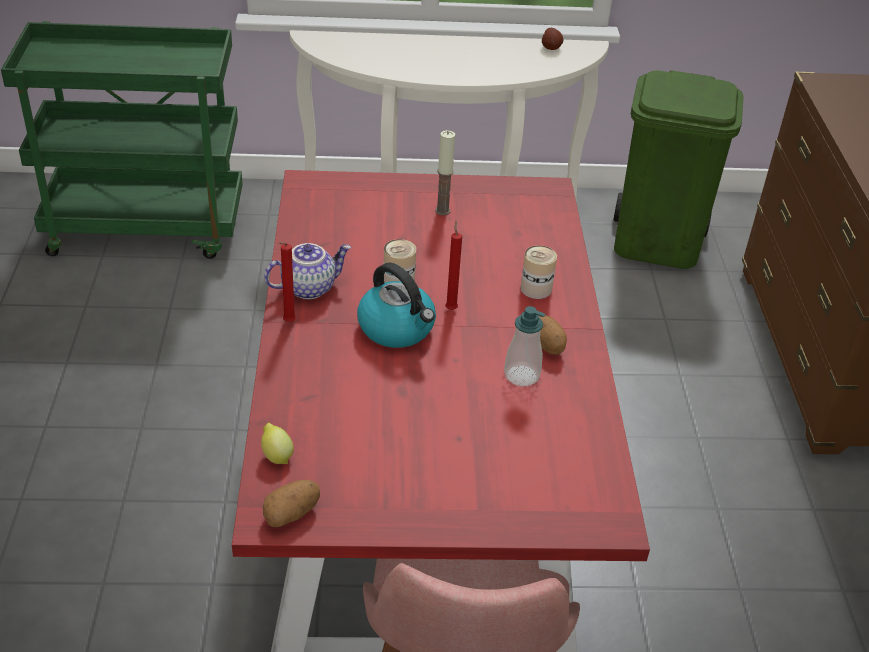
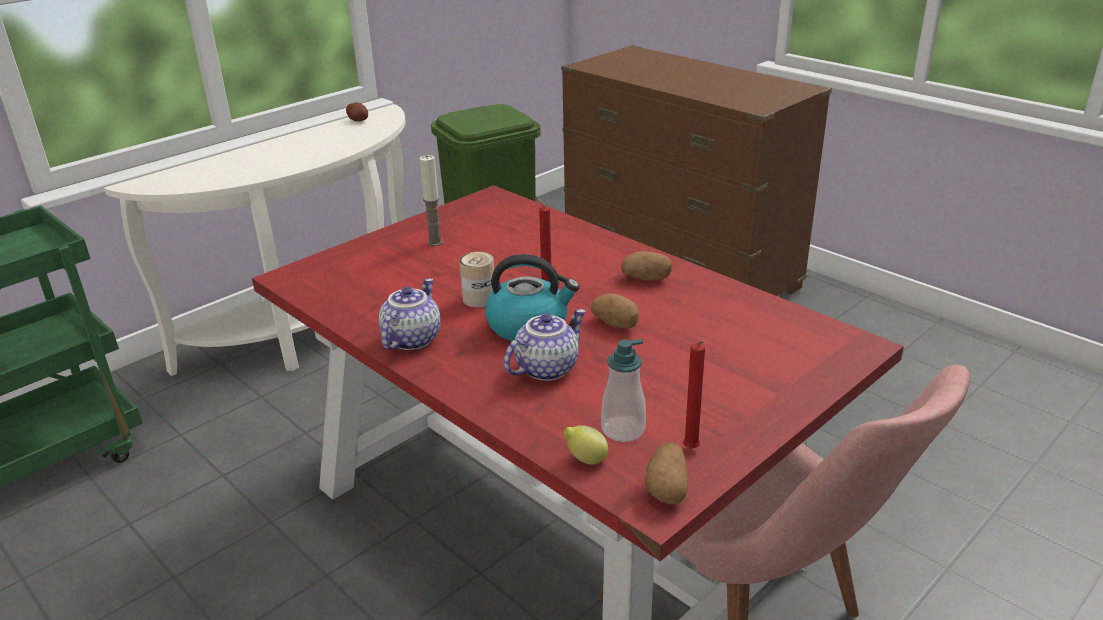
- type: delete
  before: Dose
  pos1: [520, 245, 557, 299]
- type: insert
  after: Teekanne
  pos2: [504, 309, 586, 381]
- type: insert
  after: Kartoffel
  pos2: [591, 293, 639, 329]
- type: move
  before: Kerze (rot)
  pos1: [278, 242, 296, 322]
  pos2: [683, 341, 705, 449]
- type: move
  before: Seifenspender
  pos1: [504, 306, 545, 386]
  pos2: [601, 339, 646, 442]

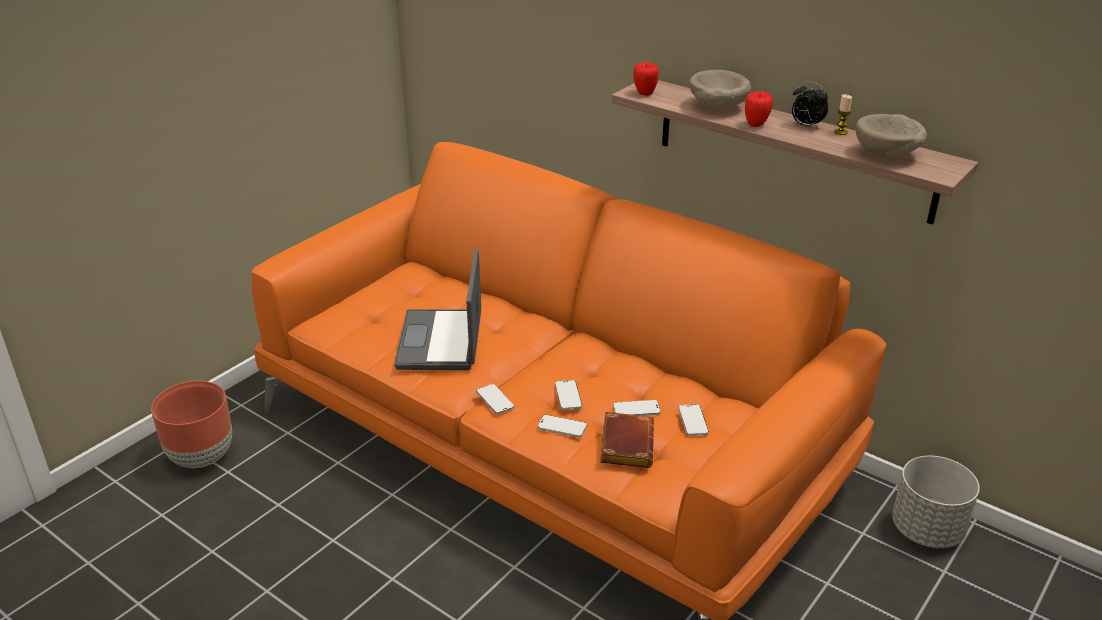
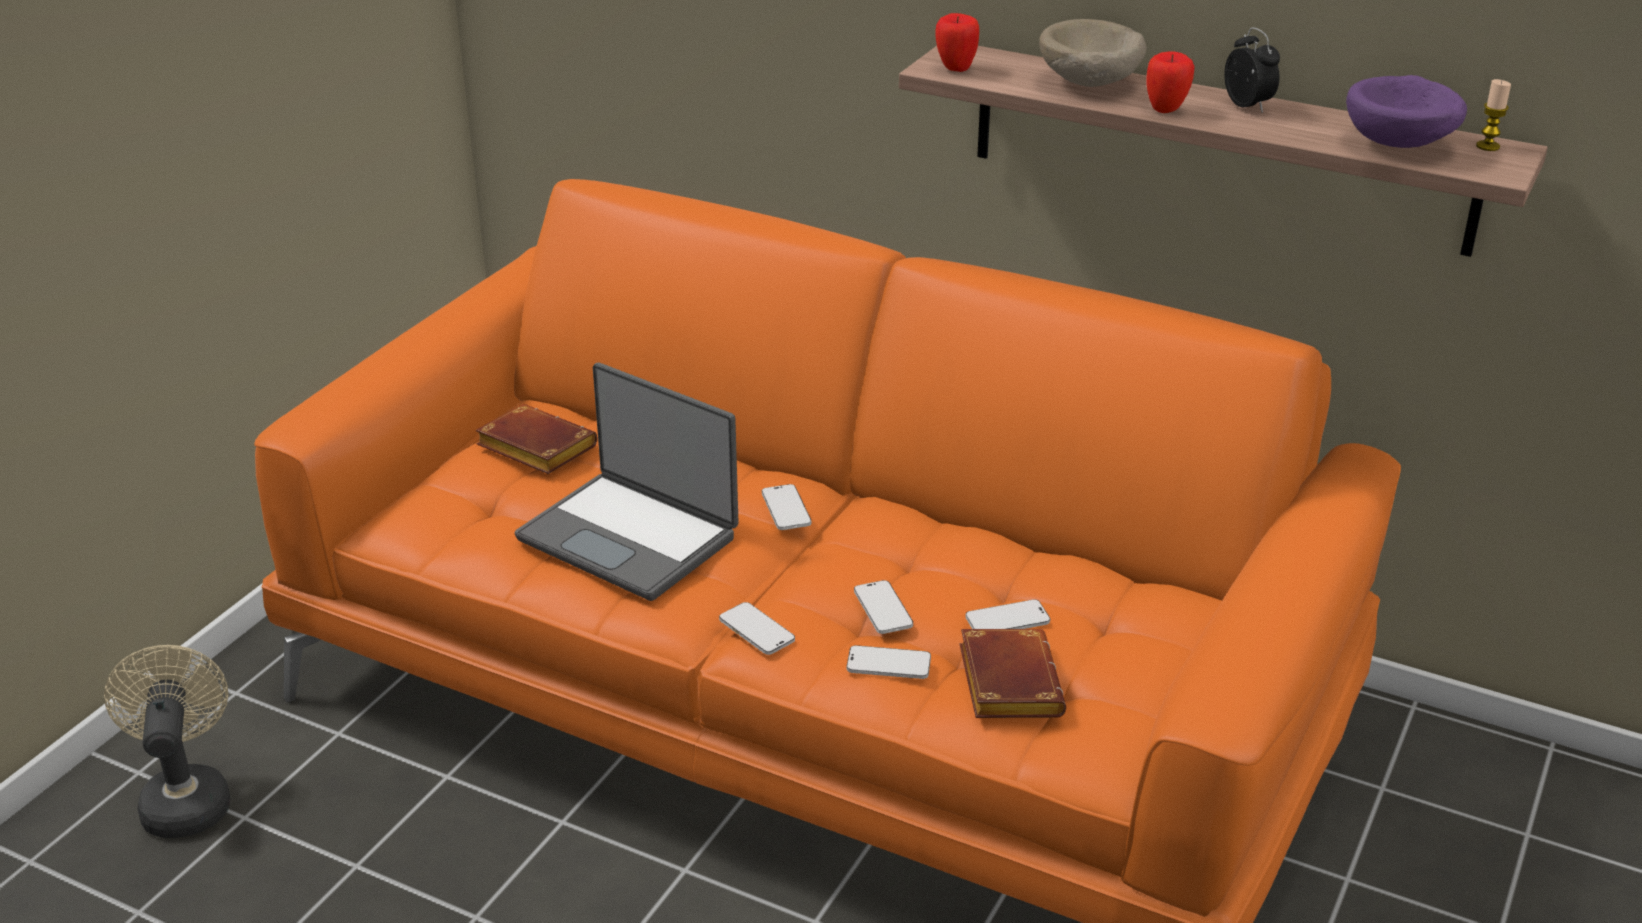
- type: delete
  before: Pflanzkübel (grau)
  pos1: [892, 456, 980, 548]
- type: insert
  after: Buch (braun)
  pos2: [476, 404, 597, 474]
- type: move
  before: Handy
  pos1: [678, 404, 709, 436]
  pos2: [762, 484, 811, 530]
- type: move
  before: Kerze
  pos1: [834, 94, 852, 135]
  pos2: [1476, 79, 1511, 151]
- type: replace
  before: Pflanzkübel (braun)
  after: Ventilator (beige)
  pos1: [151, 381, 232, 468]
  pos2: [104, 645, 230, 838]
- type: recolor
  before: Schüssel (beige)
  after: Schüssel (lila)
  pos1: [855, 114, 927, 157]
  pos2: [1346, 75, 1467, 148]
- type: rotate
  before: Laptop
  pos1: [394, 249, 481, 370]
  pos2: [515, 363, 739, 601]
  turn: -45
- type: rotate
  before: Wecker
  pos1: [792, 82, 828, 129]
  pos2: [1224, 27, 1280, 113]
  turn: -135

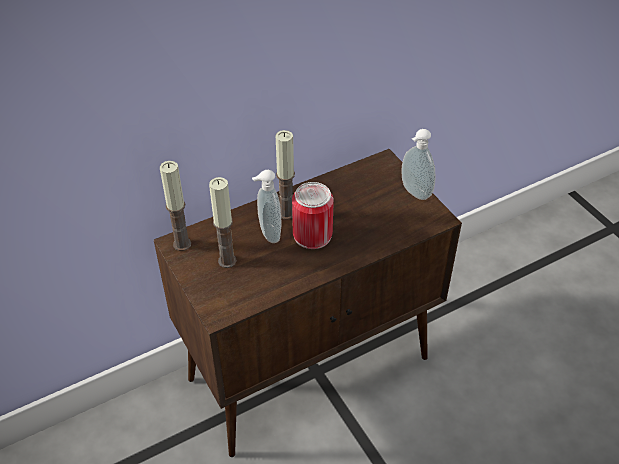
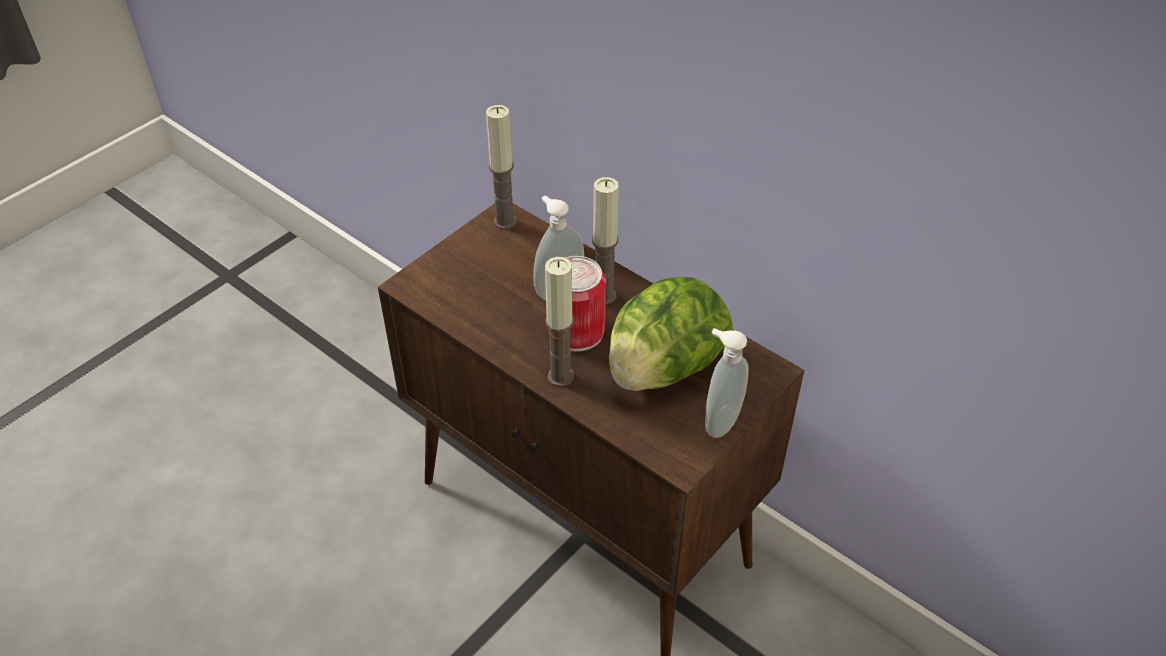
- type: insert
  after: Salatkopf
  pos2: [609, 277, 733, 391]
- type: move
  before: Kerze
  pos1: [209, 177, 237, 268]
  pos2: [545, 257, 574, 387]

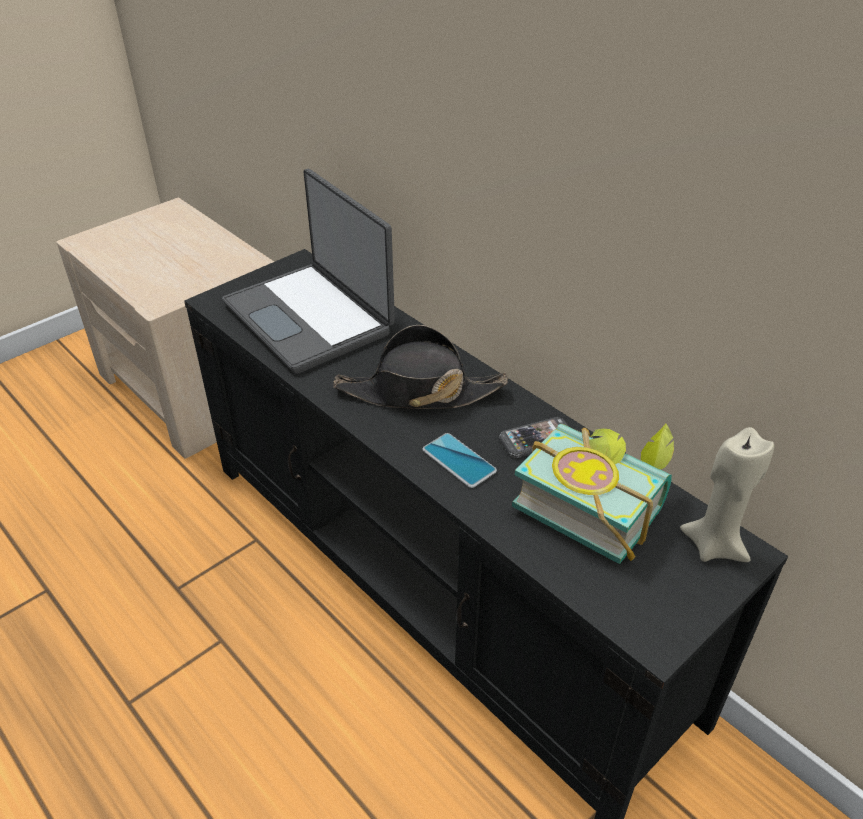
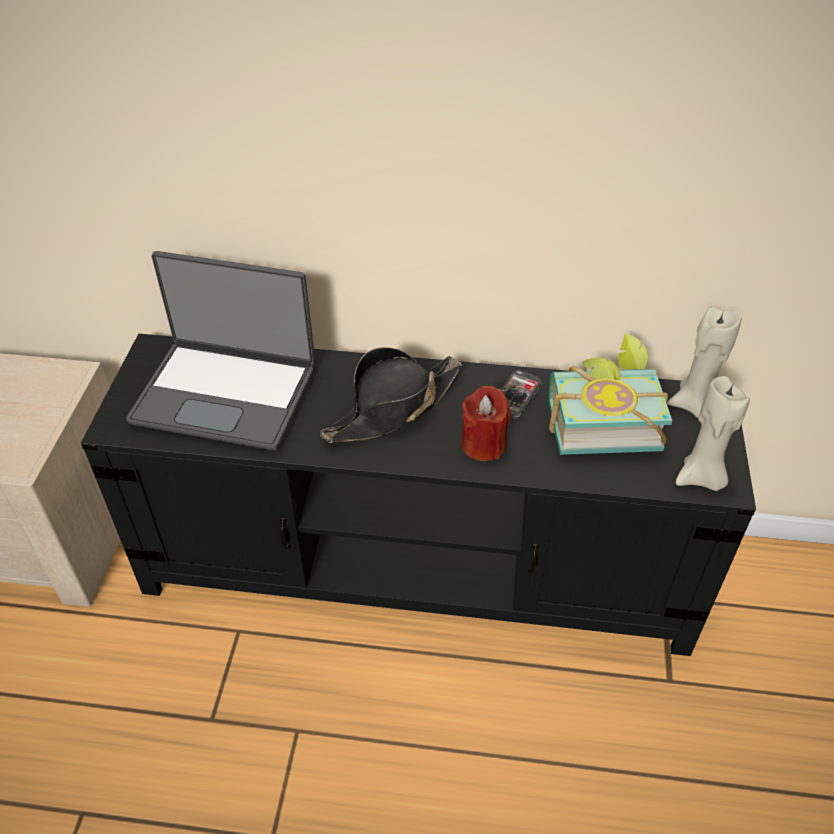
- type: insert
  after: Kerze (beige)
  pos2: [676, 376, 750, 491]
- type: replace
  before: Handy
  after: Kerze (rot)
  pos1: [423, 433, 497, 488]
  pos2: [461, 386, 511, 461]

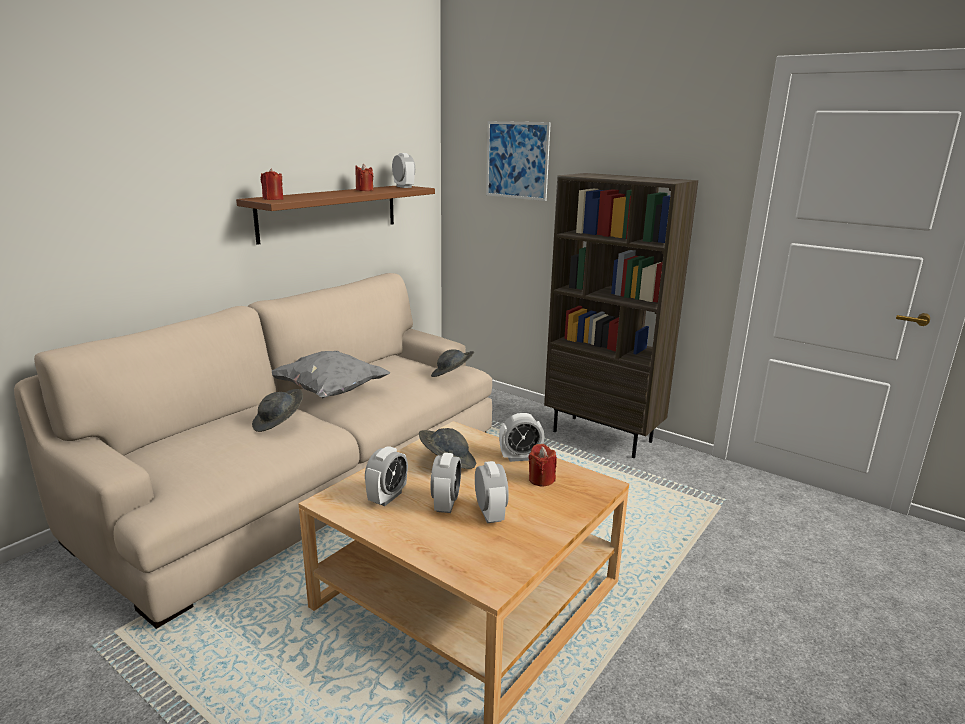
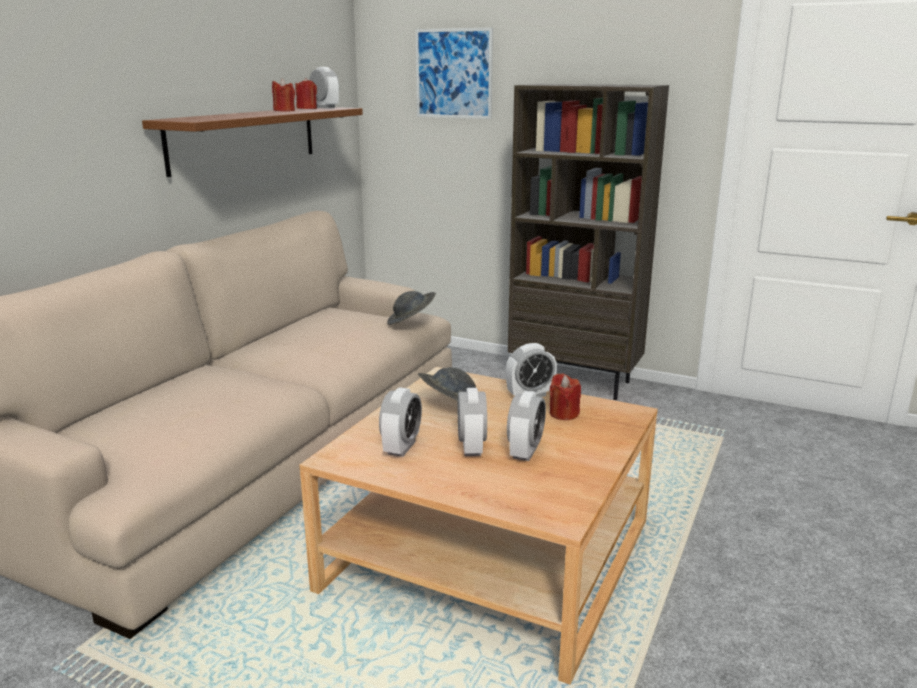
- type: delete
  before: Hut (grau)
  pos1: [252, 389, 303, 432]
- type: delete
  before: Kissen (grau)
  pos1: [272, 351, 391, 399]
- type: move
  before: Kerze (rot)
  pos1: [261, 169, 283, 200]
  pos2: [295, 78, 317, 109]
- type: rotate
  before: Wecker
  pos1: [475, 461, 509, 523]
  pos2: [507, 391, 546, 461]
  turn: 45

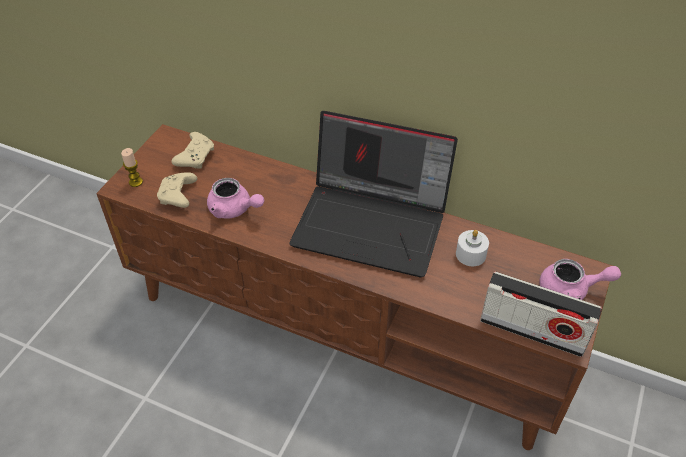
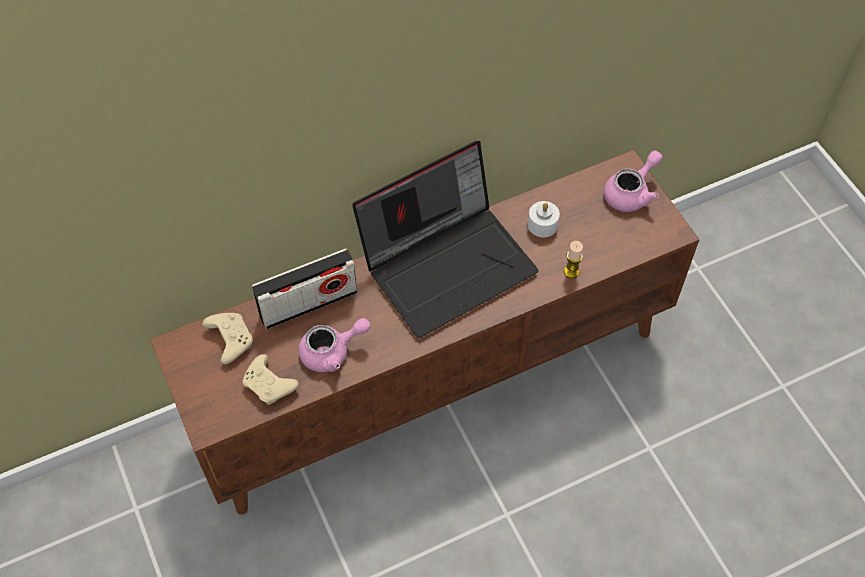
- type: move
  before: Kerze
  pos1: [121, 148, 143, 187]
  pos2: [564, 241, 583, 278]
- type: move
  before: Radio
  pos1: [480, 272, 602, 357]
  pos2: [252, 248, 357, 329]

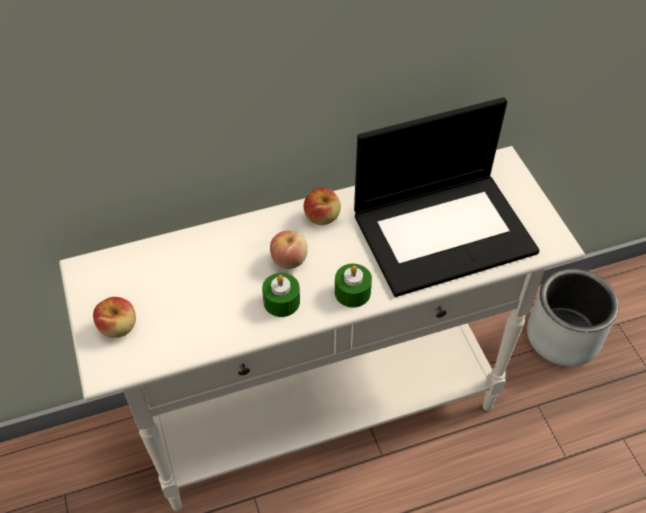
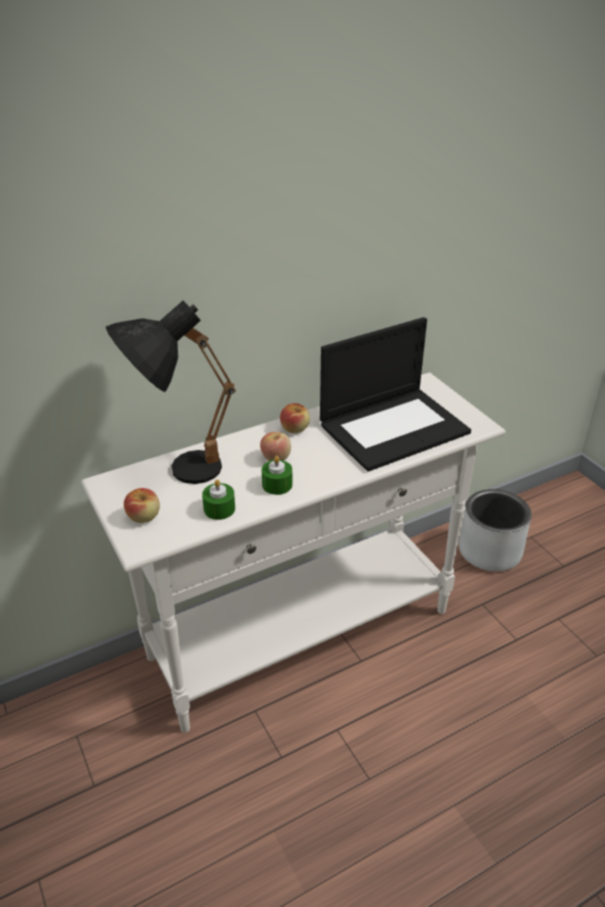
- type: insert
  after: Tischlampe (schwarz)
  pos2: [106, 300, 236, 484]
- type: move
  before: Kerze (grün)
  pos1: [335, 264, 372, 308]
  pos2: [202, 479, 235, 520]

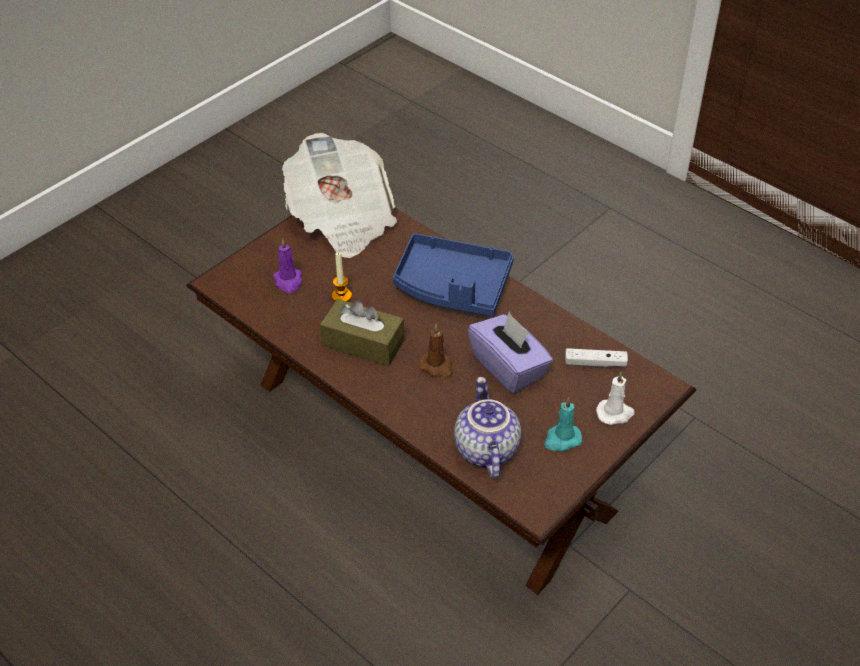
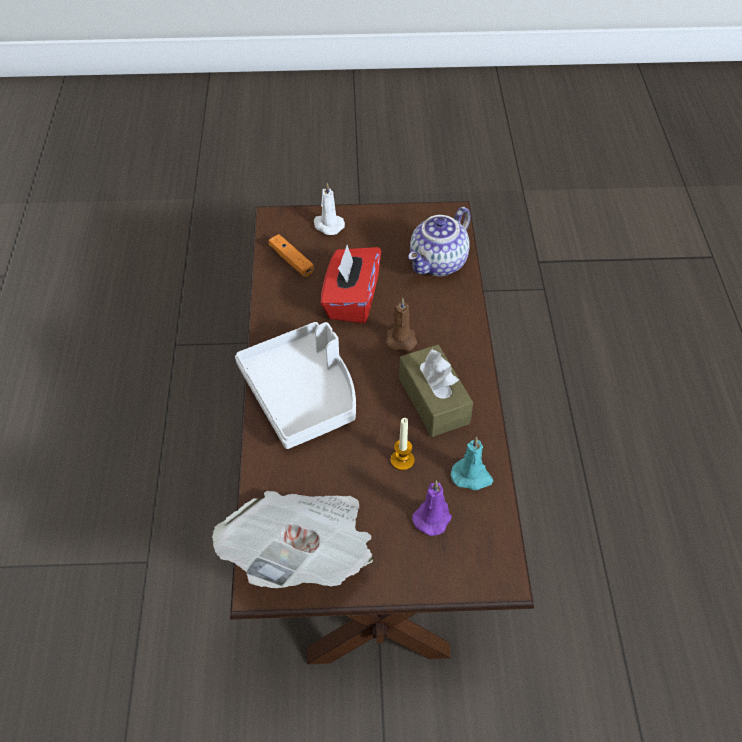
- type: move
  before: Kerze (türkis)
  pos1: [544, 397, 582, 451]
  pos2: [451, 437, 493, 490]
- type: recolor
  before: Tablett (blau)
  after: Tablett (weiß)
  pos1: [393, 233, 514, 316]
  pos2: [235, 322, 356, 449]
- type: recolor
  before: Taschentuchbox (lila)
  after: Taschentuchbox (rot)
  pos1: [468, 312, 553, 394]
  pos2: [321, 245, 381, 324]
- type: recolor
  before: Gamepad (weiß)
  after: Gamepad (orange)
  pos1: [565, 348, 628, 367]
  pos2: [269, 234, 314, 277]

